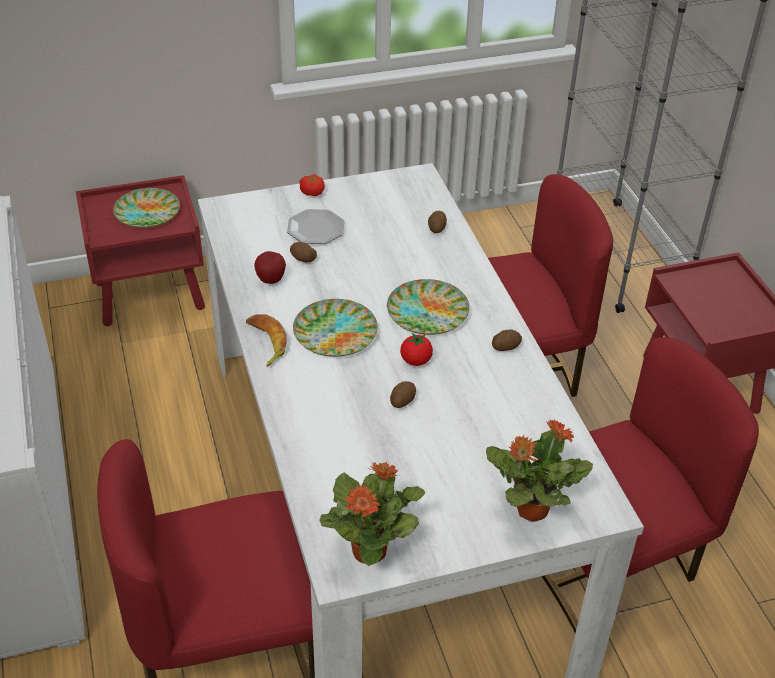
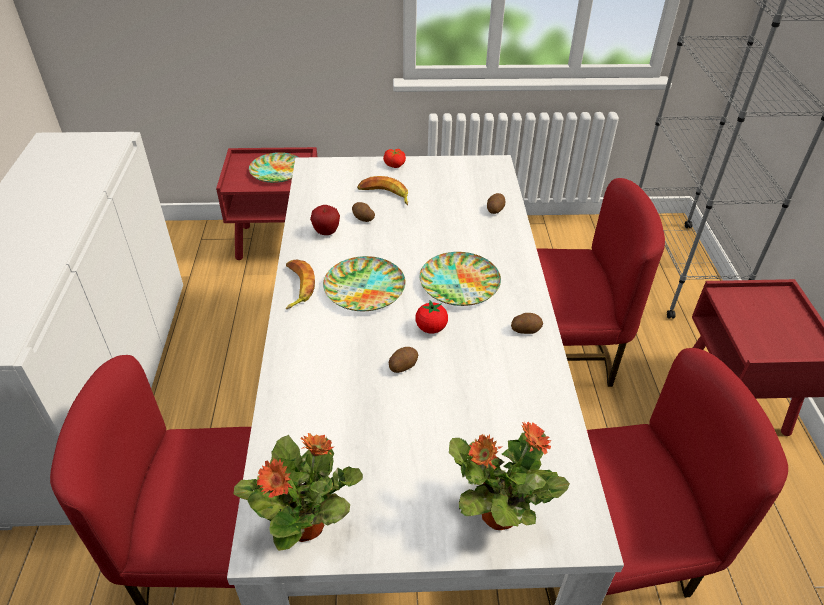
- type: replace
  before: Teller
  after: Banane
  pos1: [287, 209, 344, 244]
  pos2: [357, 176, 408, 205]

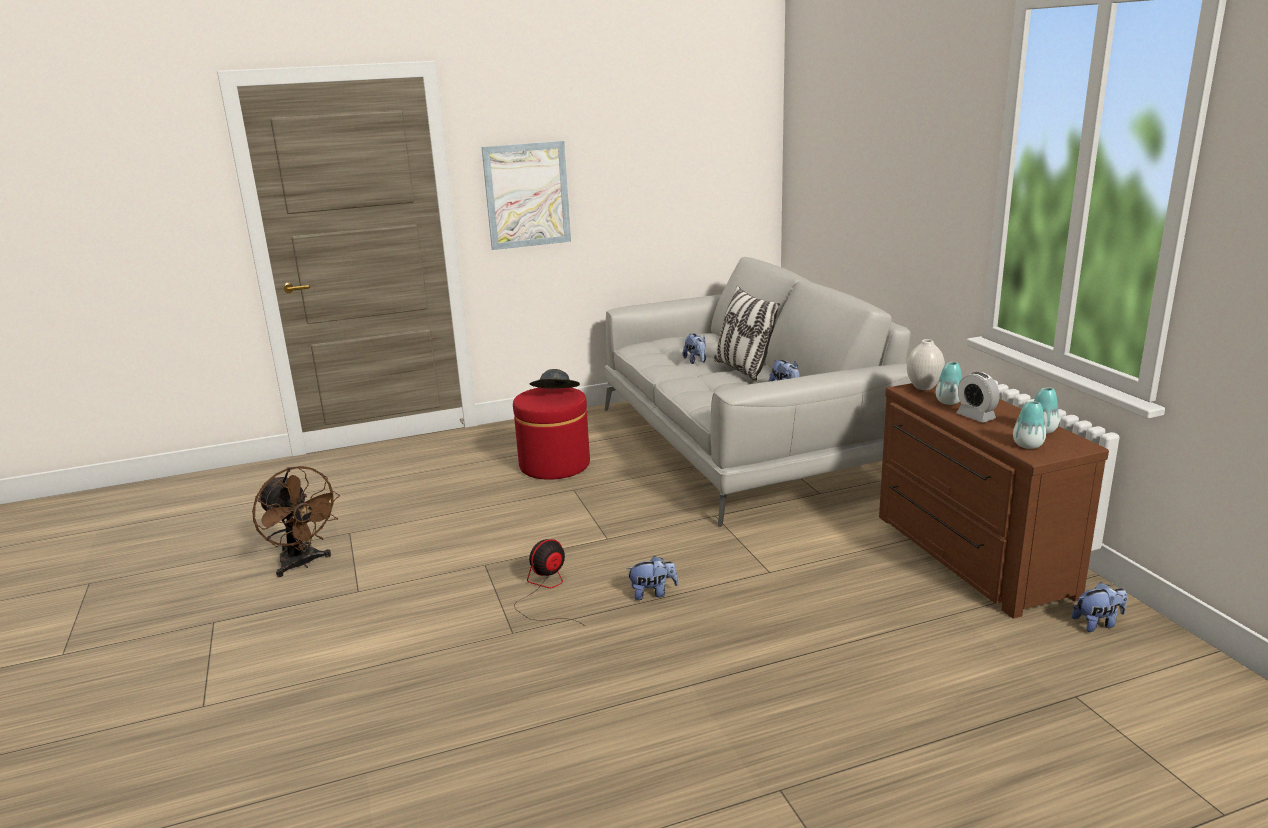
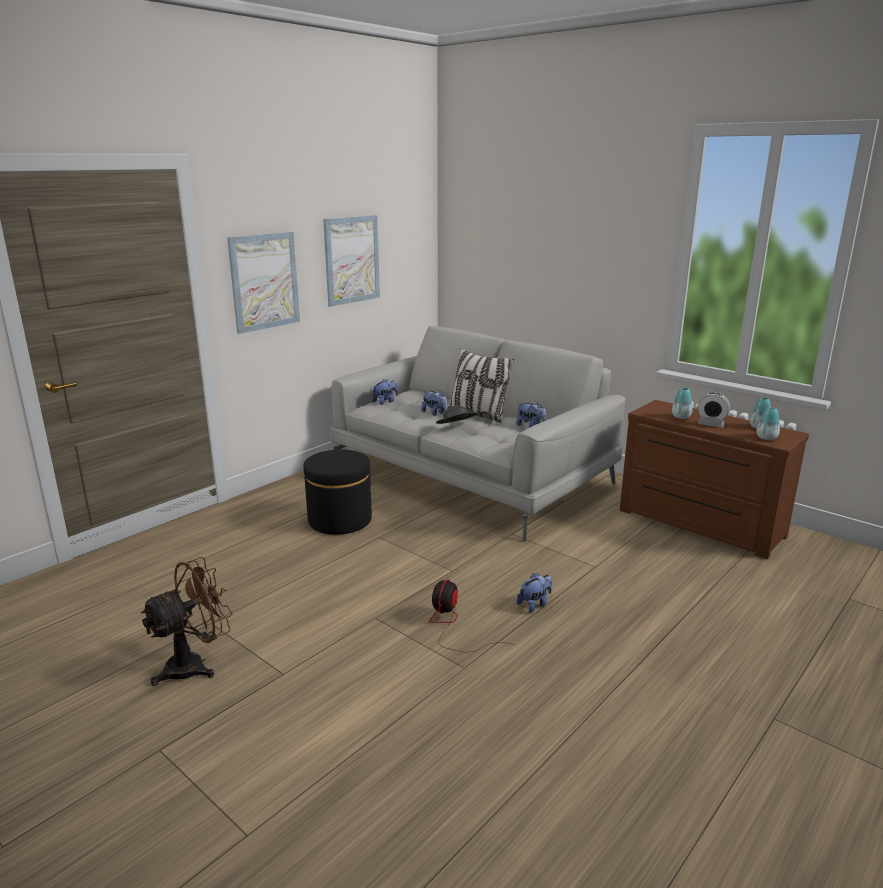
- type: delete
  before: Vase (weiß)
  pos1: [907, 339, 945, 390]
- type: insert
  after: Bild
  pos2: [323, 215, 380, 307]
- type: move
  before: Hut (grau)
  pos1: [529, 369, 580, 389]
  pos2: [436, 406, 477, 424]
- type: move
  before: Plüschtier
  pos1: [1072, 582, 1127, 632]
  pos2: [372, 379, 398, 405]
- type: recolor
  before: Polsterhocker (rot)
  after: Polsterhocker (schwarz)
  pos1: [513, 387, 590, 480]
  pos2: [303, 449, 372, 535]
- type: rotate
  before: Ventilator (braun)
  pos1: [252, 466, 340, 577]
  pos2: [141, 557, 232, 686]
  turn: -60

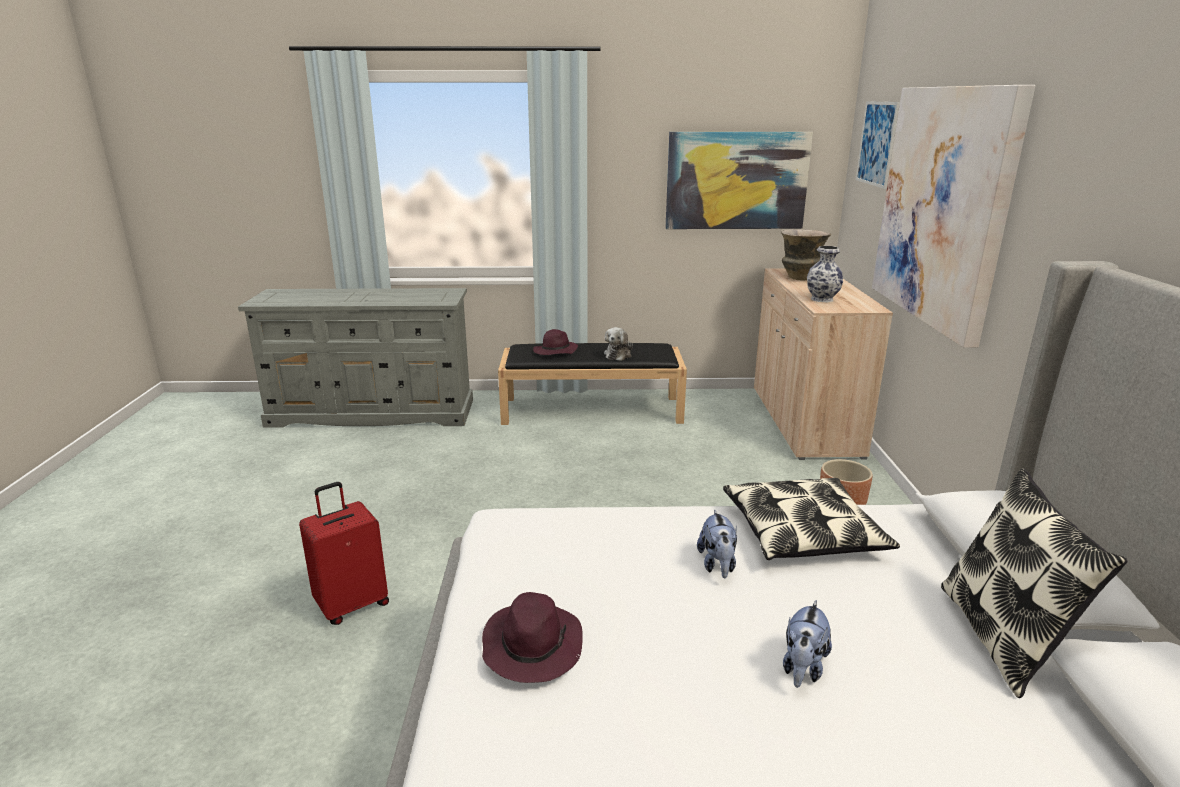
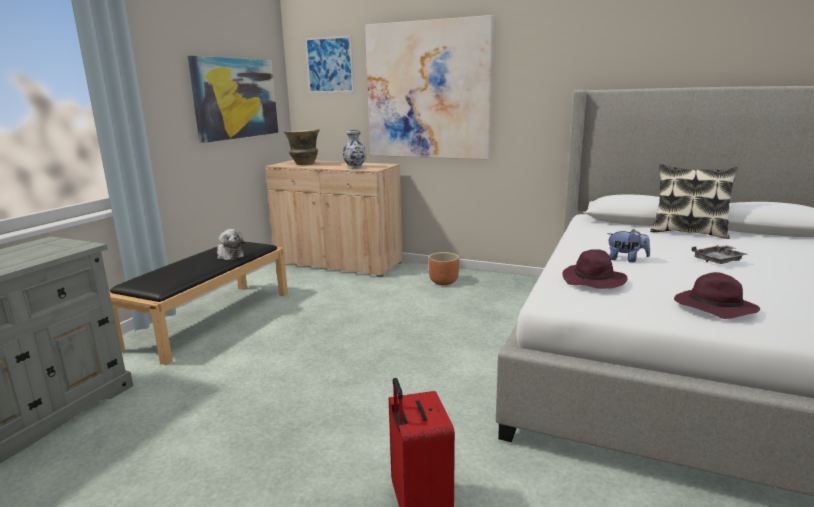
- type: delete
  before: Kissen
  pos1: [723, 478, 900, 560]
- type: move
  before: Hut (lila)
  pos1: [533, 329, 578, 355]
  pos2: [563, 249, 627, 289]
- type: replace
  before: Plüschtier
  after: Tablett (grau)
  pos1: [783, 600, 832, 688]
  pos2: [692, 245, 747, 264]

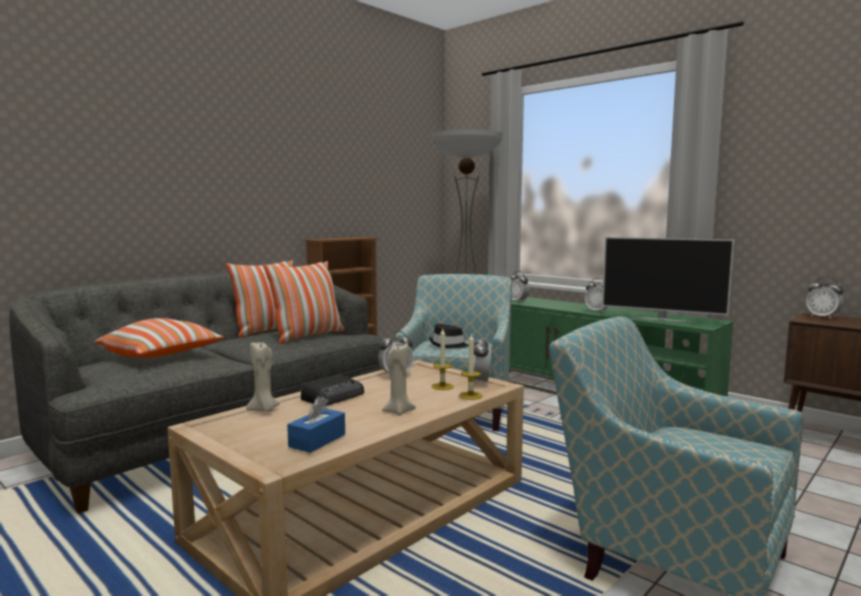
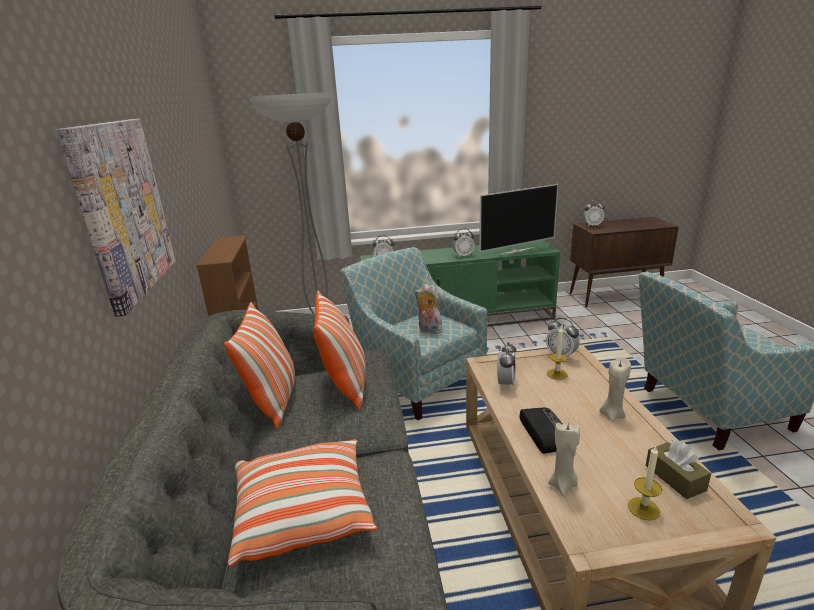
- type: insert
  after: Bild
  pos2: [57, 119, 175, 317]
- type: move
  before: Kerze
  pos1: [459, 333, 483, 400]
  pos2: [628, 446, 662, 521]
- type: replace
  before: Hut (schwarz)
  after: Plüschtier
  pos1: [429, 324, 469, 348]
  pos2: [415, 284, 442, 334]
- type: recolor
  before: Taschentuchbox (blau)
  after: Taschentuchbox (braun)
  pos1: [287, 396, 345, 453]
  pos2: [646, 440, 711, 499]

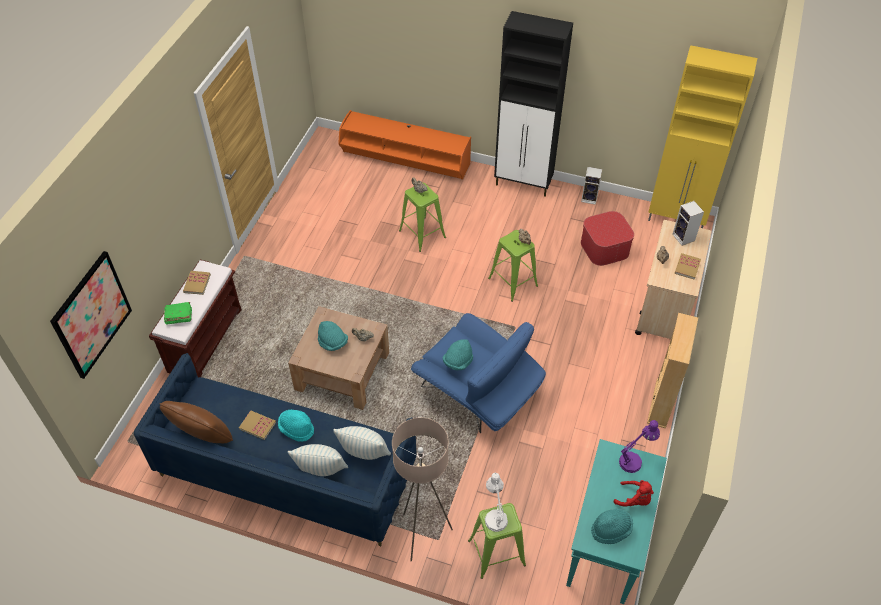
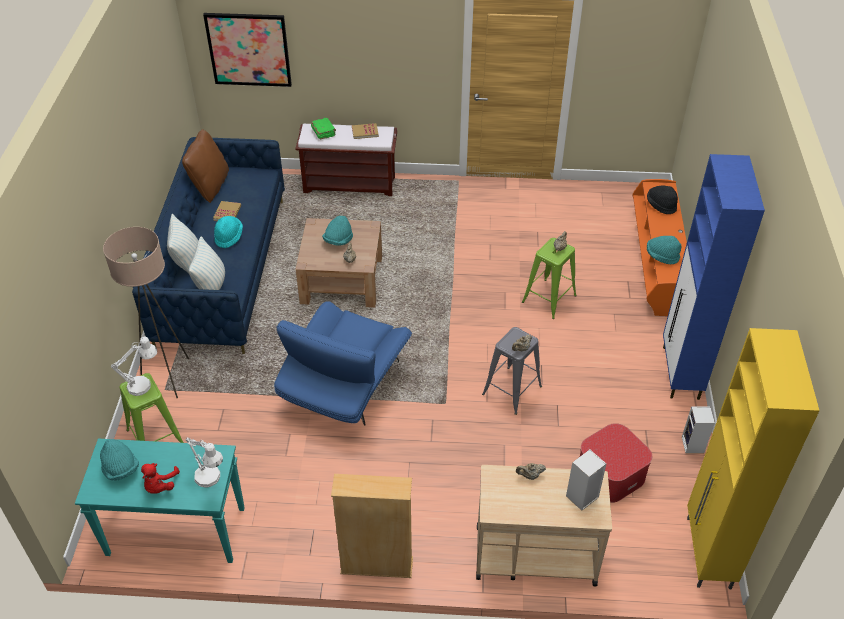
- type: delete
  before: Buch
  pos1: [675, 253, 701, 280]
- type: insert
  after: Hut (schwarz)
  pos2: [647, 186, 678, 214]
- type: move
  before: Hut (türkis)
  pos1: [442, 339, 473, 370]
  pos2: [647, 236, 681, 264]
- type: recolor
  before: Hocker (grün)
  after: Hocker (grau)
  pos1: [488, 230, 538, 302]
  pos2: [482, 327, 542, 415]
- type: recolor
  before: Schrank (schwarz)
  after: Schrank (blau)
  pos1: [494, 11, 573, 197]
  pos2: [663, 154, 765, 400]
- type: recolor
  before: Tischlampe (lila)
  after: Tischlampe (weiß)
  pos1: [619, 420, 660, 473]
  pos2: [186, 438, 223, 487]

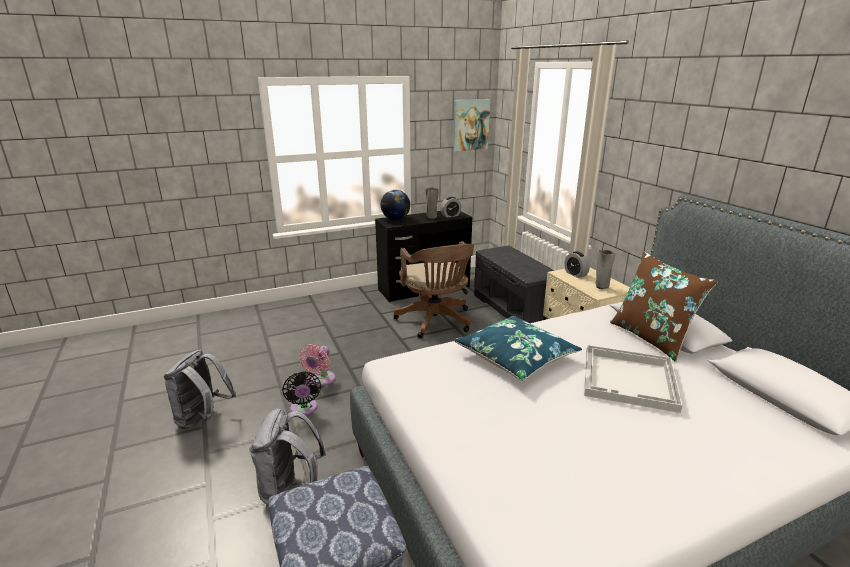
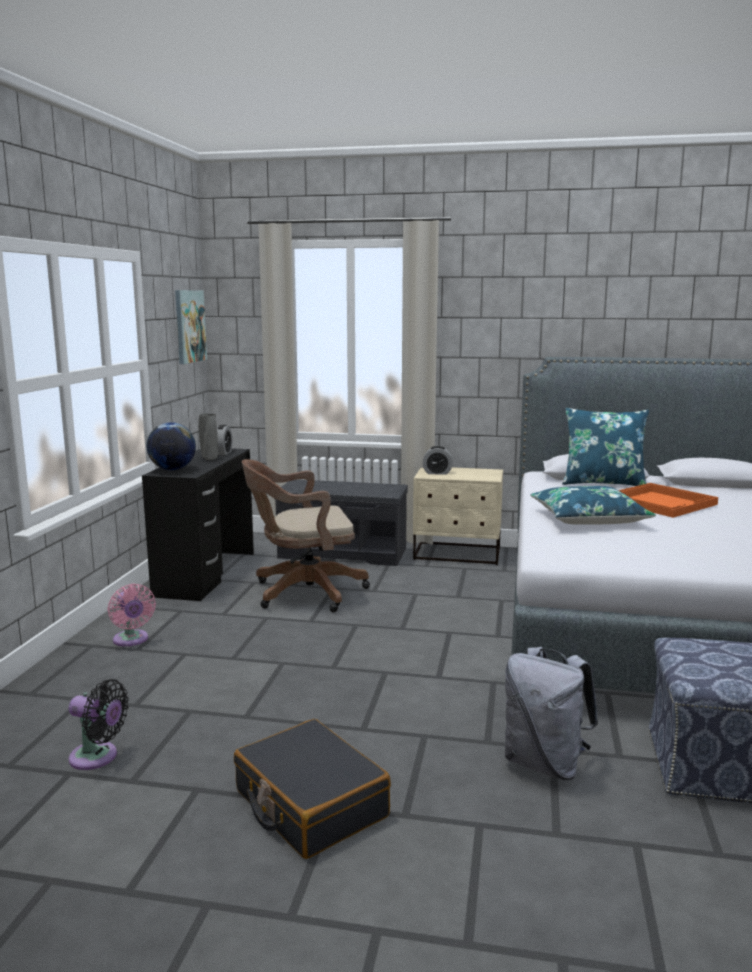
- type: delete
  before: Vase (grau)
  pos1: [596, 250, 616, 289]
- type: move
  before: Ventilator (schwarz)
  pos1: [282, 371, 321, 416]
  pos2: [69, 679, 129, 770]
- type: move
  before: Ventilator (rosa)
  pos1: [299, 344, 336, 386]
  pos2: [107, 584, 156, 646]
- type: replace
  before: Rucksack (grau)
  after: Koffer (schwarz)
  pos1: [164, 349, 236, 429]
  pos2: [234, 719, 391, 859]
- type: recolor
  before: Tablett (weiß)
  after: Tablett (orange)
  pos1: [584, 345, 683, 413]
  pos2: [618, 483, 718, 518]
- type: recolor
  before: Kissen (braun)
  after: Kissen (blau)
  pos1: [610, 251, 718, 362]
  pos2: [562, 408, 649, 486]
- type: rotate
  before: Bürostuhl (braun)
  pos1: [394, 241, 474, 338]
  pos2: [242, 459, 370, 612]
  turn: 150

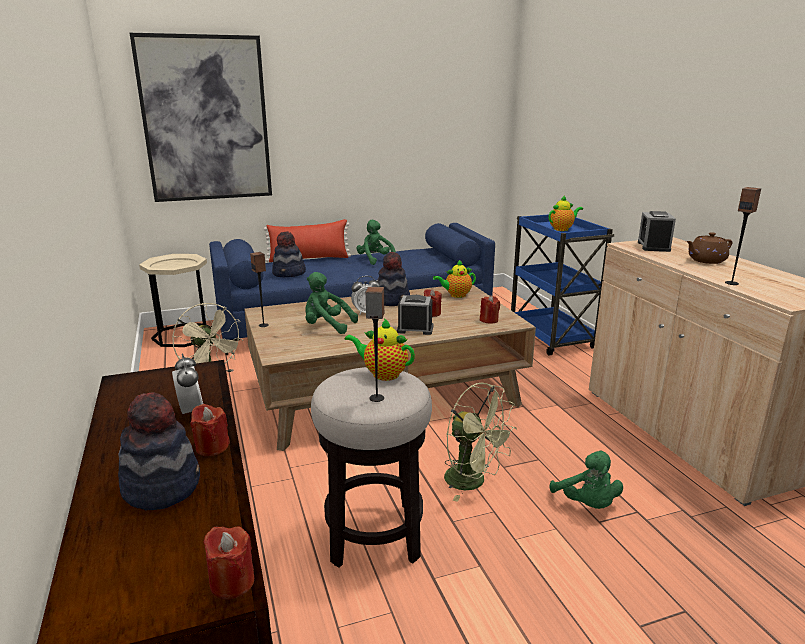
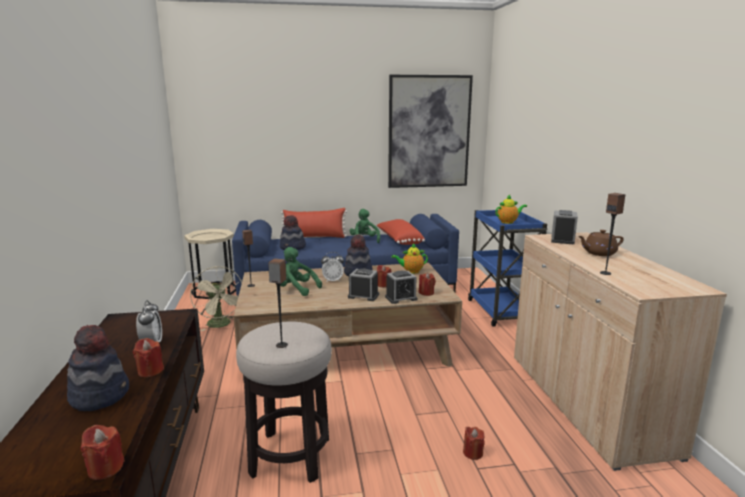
- type: delete
  before: Teekanne
  pos1: [345, 318, 415, 381]
- type: delete
  before: Ventilator (grün)
  pos1: [444, 382, 517, 502]
- type: insert
  after: Kissen (rot)
  pos2: [377, 219, 425, 245]
- type: insert
  after: Wecker
  pos2: [385, 271, 418, 304]
- type: move
  before: Bild
  pos1: [130, 33, 272, 202]
  pos2: [388, 75, 473, 188]
- type: replace
  before: Plüschtier (grün)
  after: Kerze (rot)
  pos1: [549, 450, 623, 509]
  pos2: [463, 427, 485, 460]

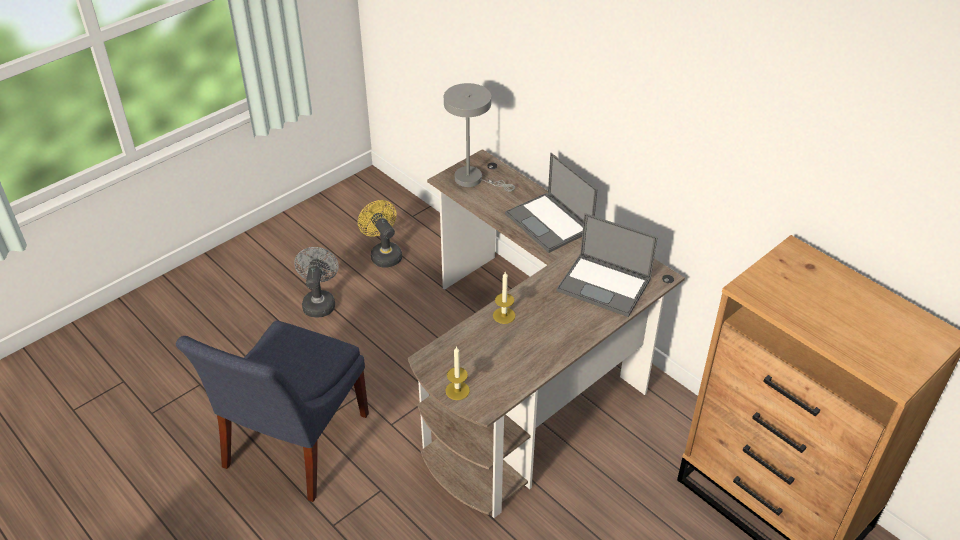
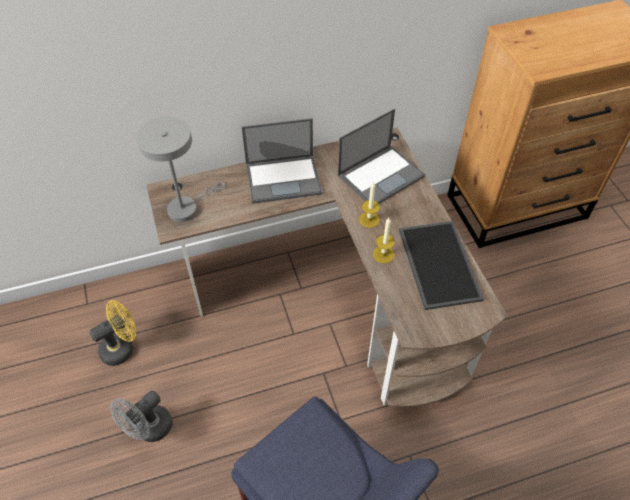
- type: insert
  after: Tablett
  pos2: [399, 221, 484, 310]
- type: move
  before: Kerze
  pos1: [445, 346, 470, 400]
  pos2: [359, 182, 380, 228]
- type: rotate
  before: Ventilator (grau)
  pos1: [294, 247, 339, 318]
  pos2: [110, 391, 173, 442]
  turn: -75
- type: rotate
  before: Ventilator (gelb)
  pos1: [358, 200, 402, 268]
  pos2: [89, 300, 136, 366]
  turn: 150

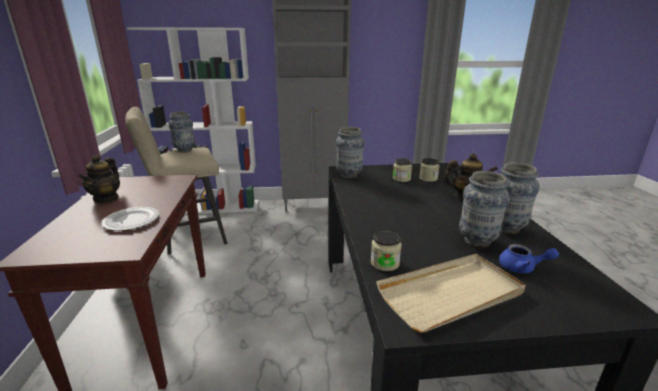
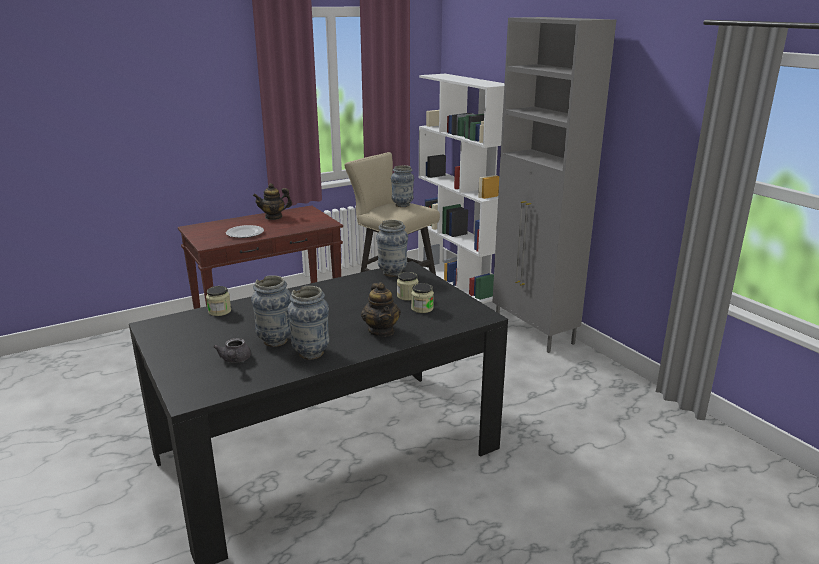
- type: delete
  before: Tablett (beige)
  pos1: [376, 254, 526, 333]
- type: recolor
  before: Teekanne (blau)
  after: Teekanne (grau)
  pos1: [499, 244, 559, 273]
  pos2: [213, 338, 251, 363]

